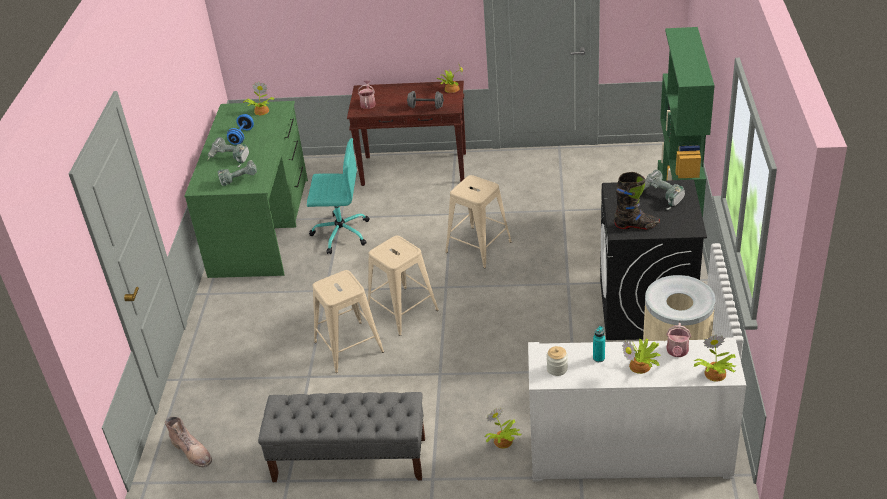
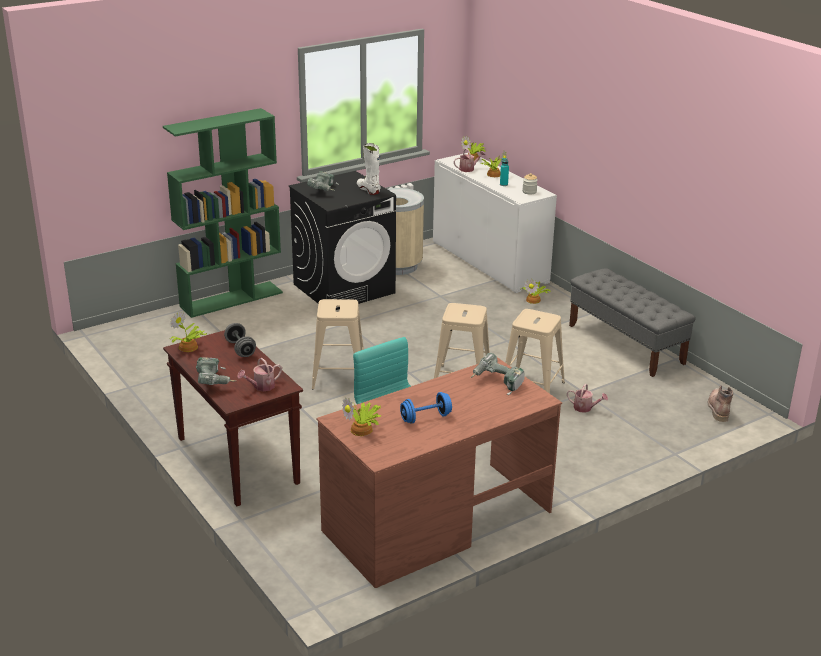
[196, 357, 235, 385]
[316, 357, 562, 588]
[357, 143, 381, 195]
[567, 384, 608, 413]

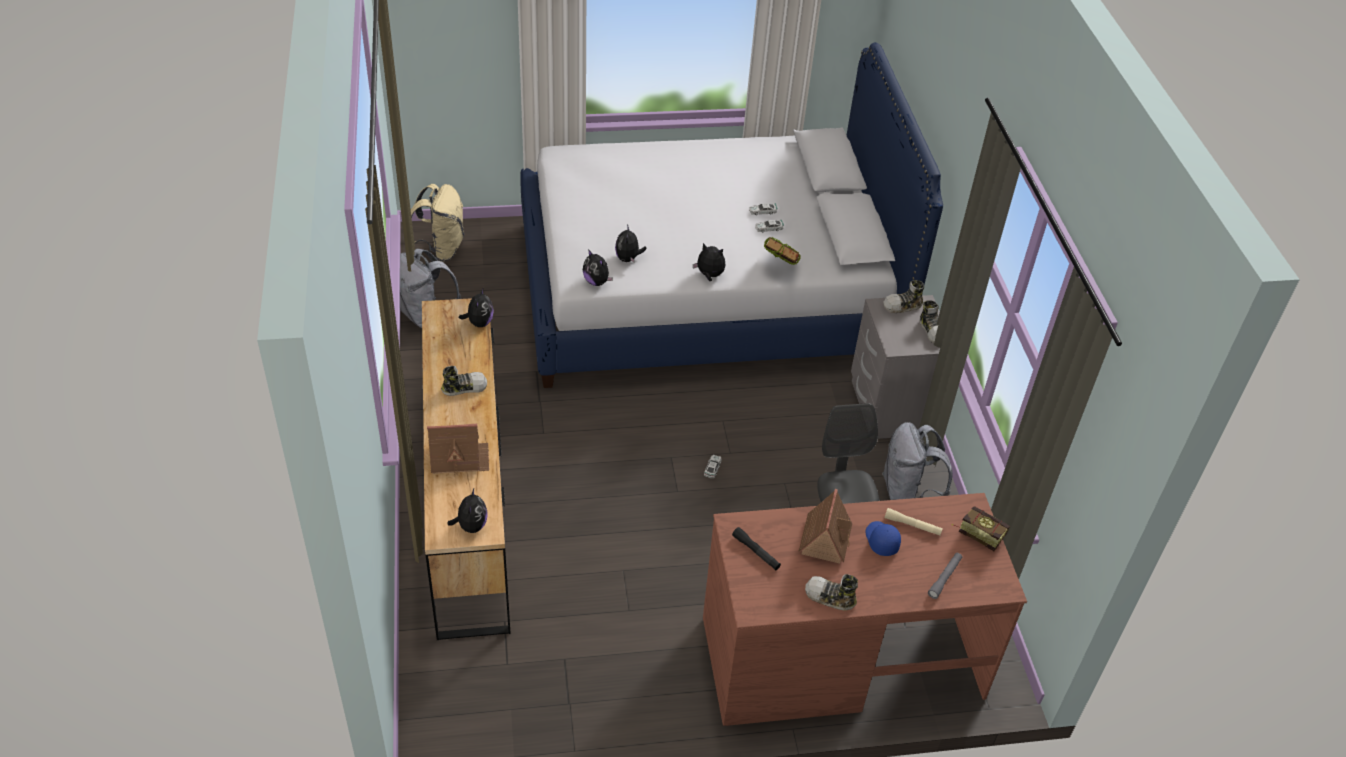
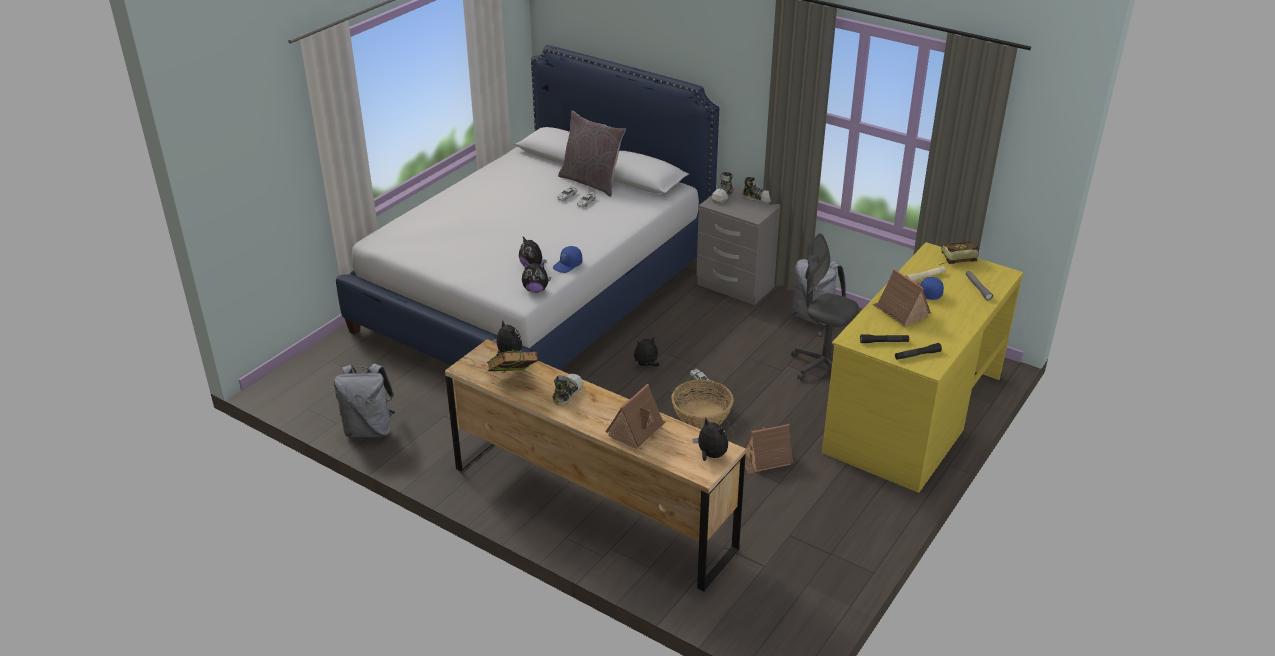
[487, 350, 538, 373]
[553, 246, 582, 273]
[558, 111, 626, 197]
[634, 336, 659, 367]
[671, 380, 734, 429]
[744, 424, 793, 474]
[822, 242, 1023, 493]
[895, 343, 942, 360]
[411, 184, 464, 262] (first image)
[805, 574, 858, 611] (first image)

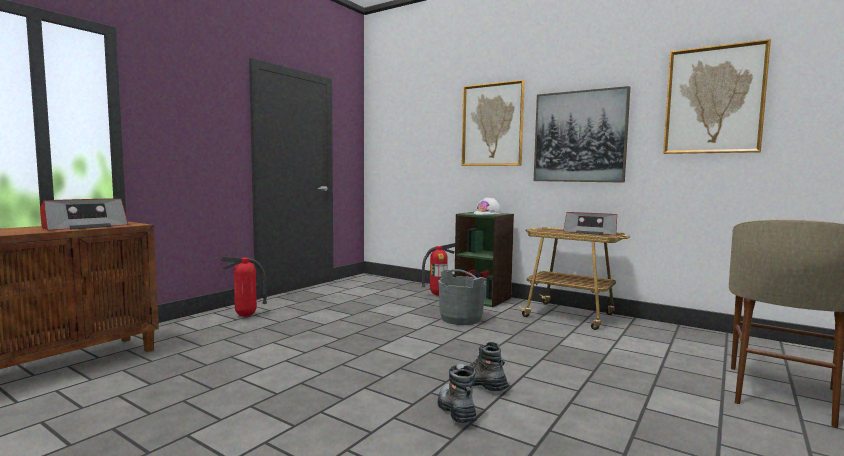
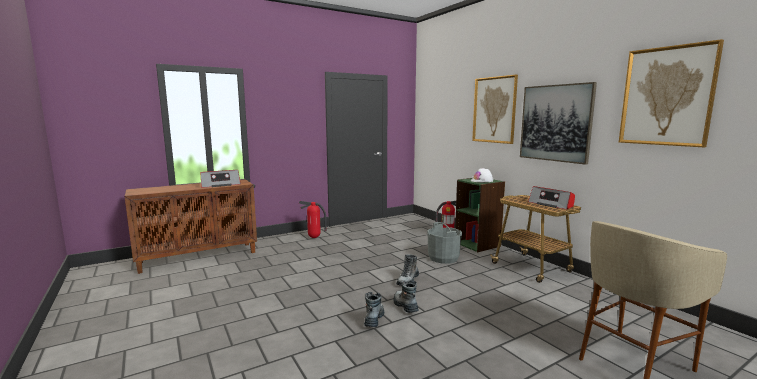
[396, 254, 419, 286]

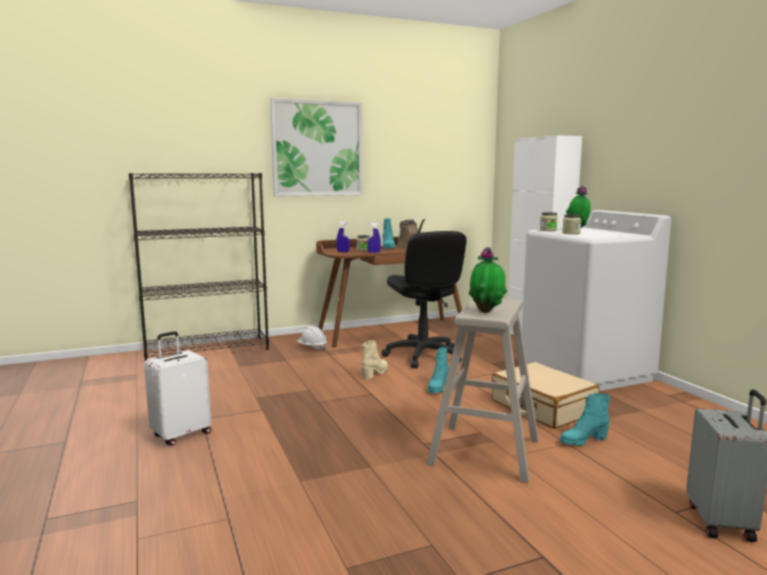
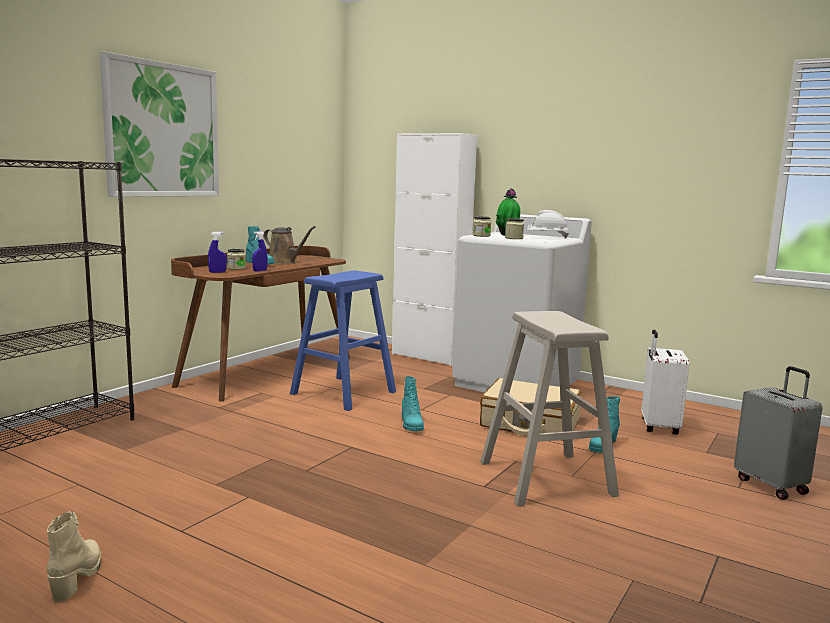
[47, 511, 101, 602]
[290, 271, 396, 411]
[527, 210, 569, 239]
[642, 329, 689, 435]
[469, 247, 507, 313] (first image)

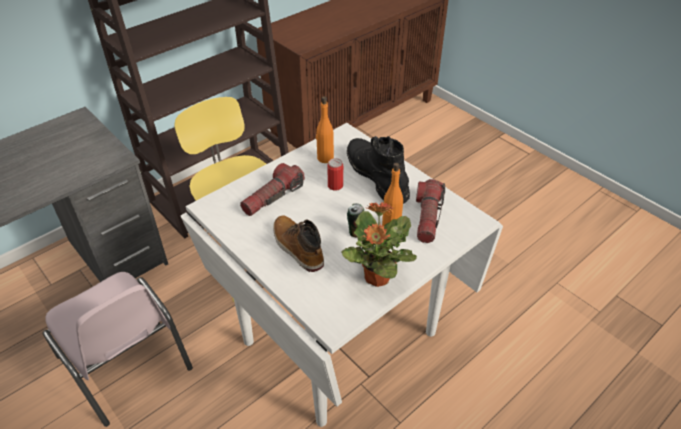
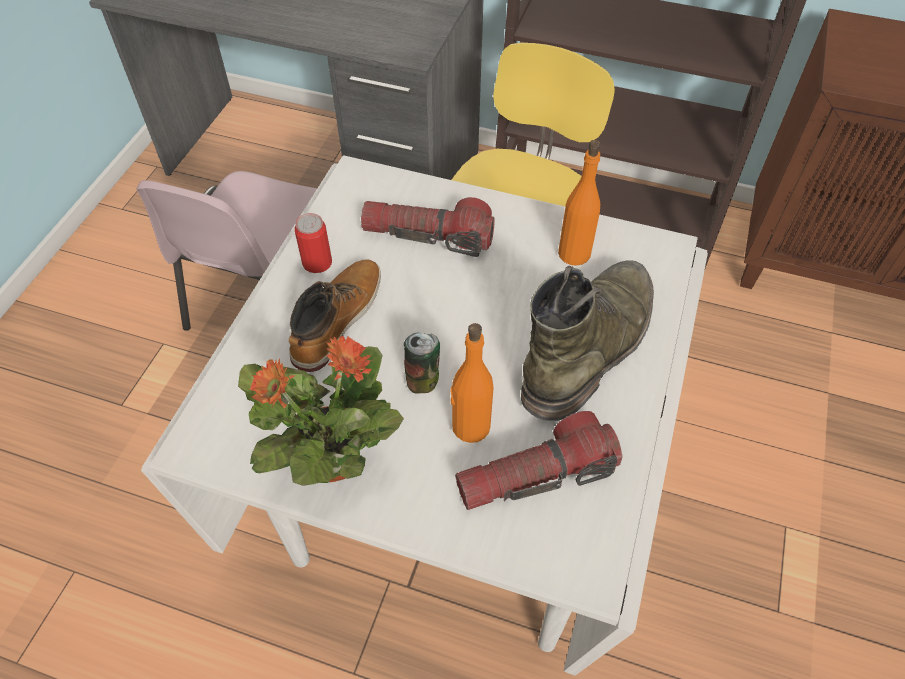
[295, 213, 332, 273]
[521, 260, 654, 421]

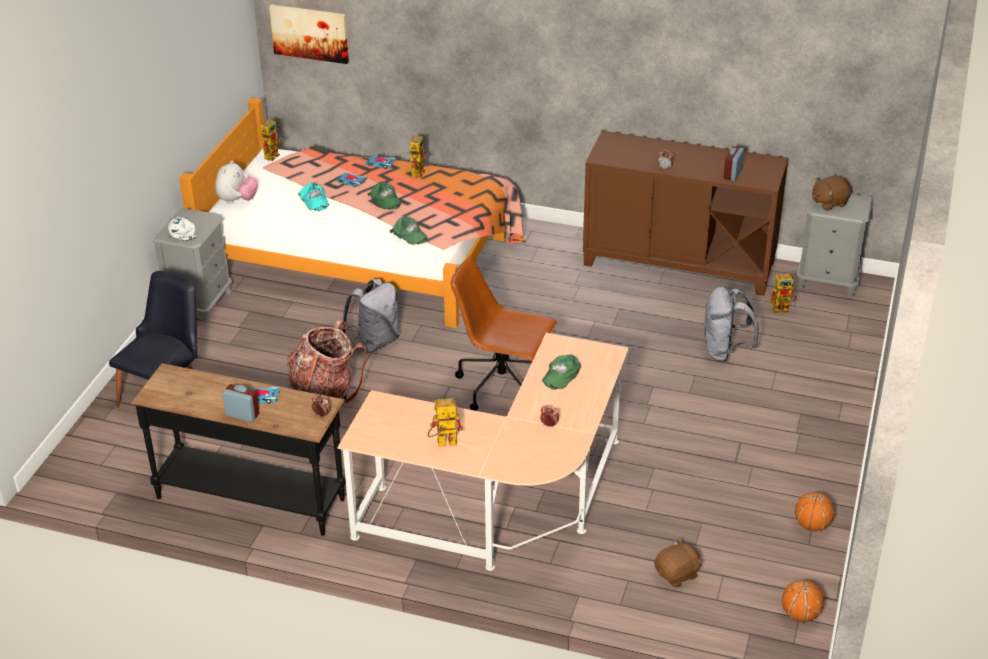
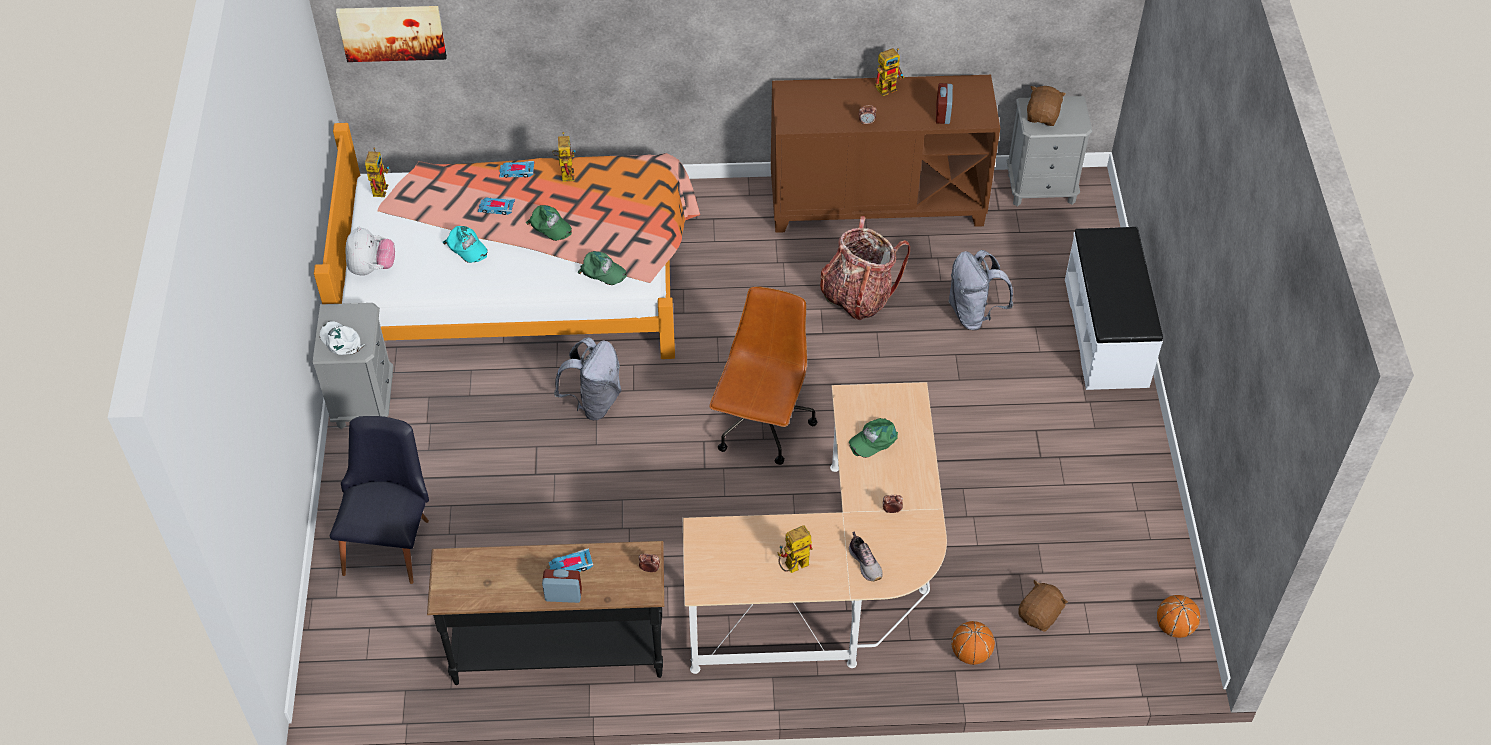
[709, 287, 818, 465]
[820, 216, 910, 321]
[849, 418, 898, 458]
[849, 532, 883, 581]
[875, 48, 904, 96]
[951, 621, 995, 665]
[1027, 86, 1066, 126]
[1065, 227, 1163, 390]

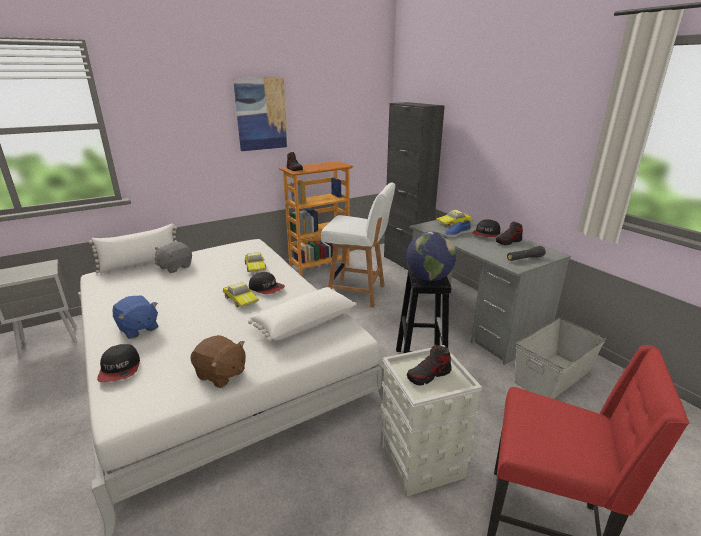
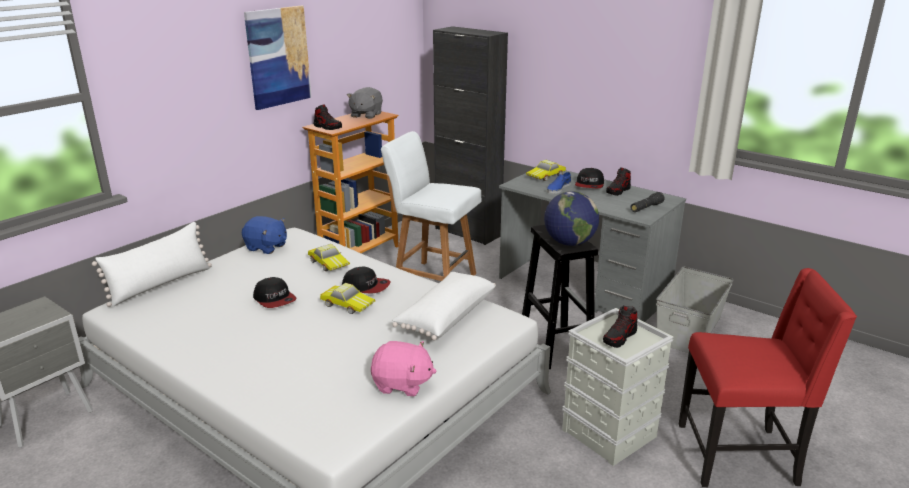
[242, 216, 287, 254]
[253, 277, 296, 308]
[347, 87, 383, 119]
[371, 341, 436, 396]
[381, 131, 482, 281]

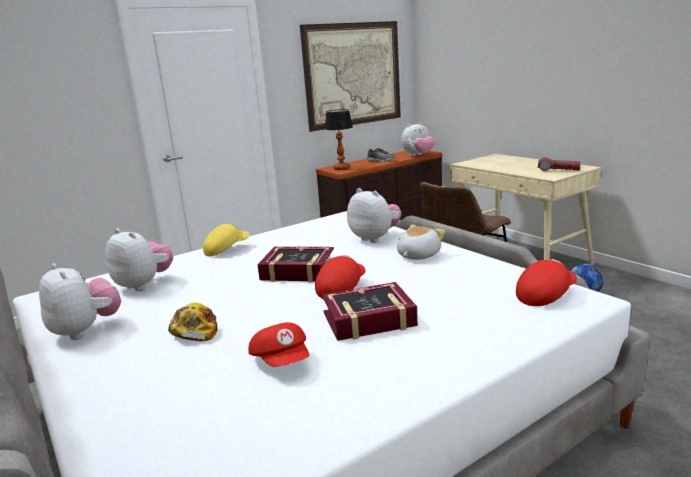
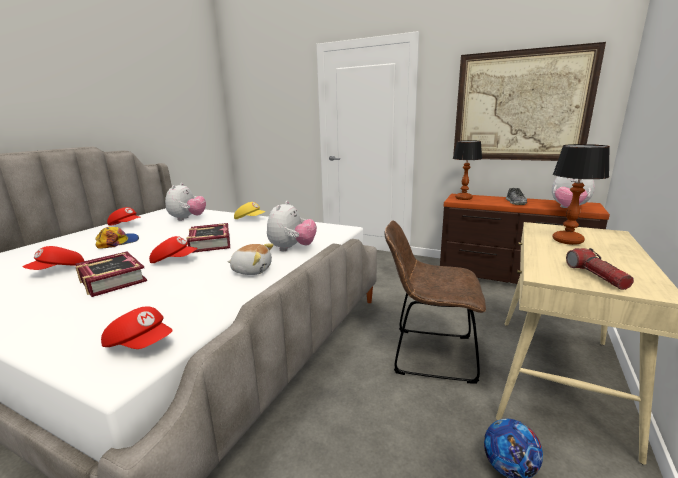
[107, 207, 140, 226]
[552, 144, 610, 245]

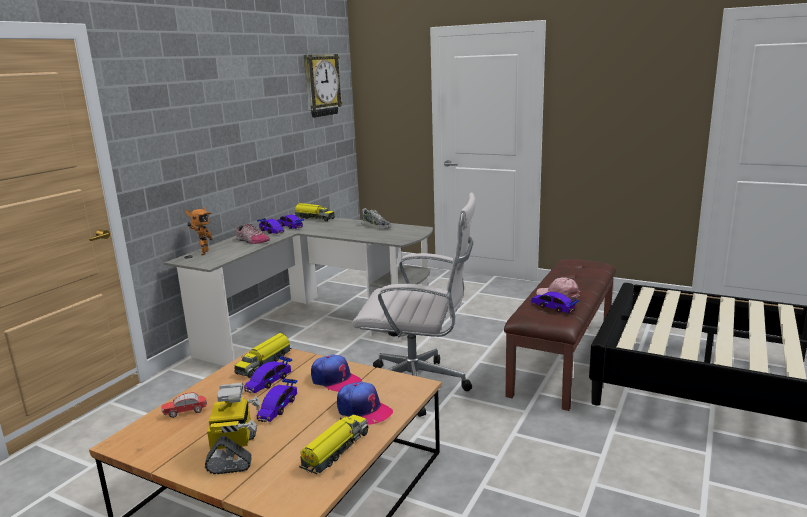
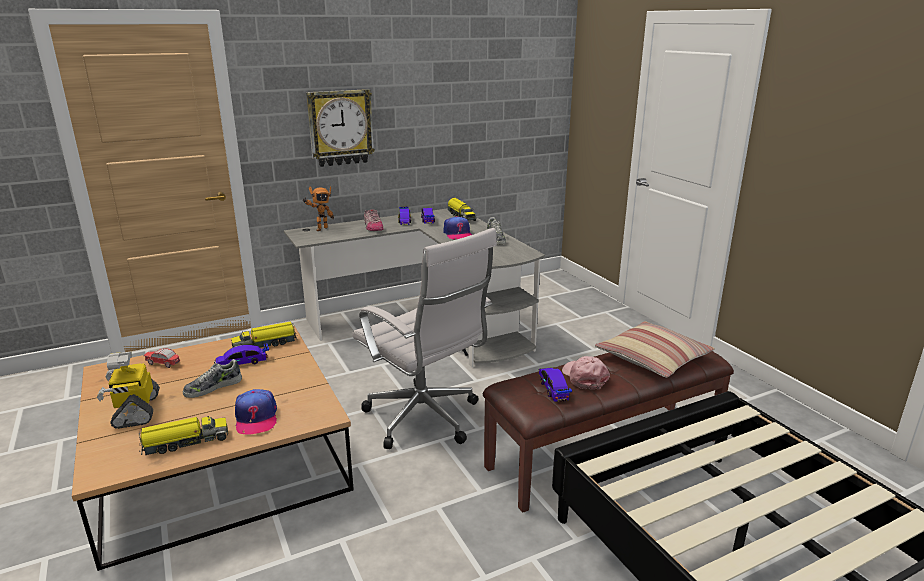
[97, 352, 160, 429]
[183, 359, 242, 398]
[306, 89, 375, 167]
[443, 216, 472, 239]
[595, 321, 715, 378]

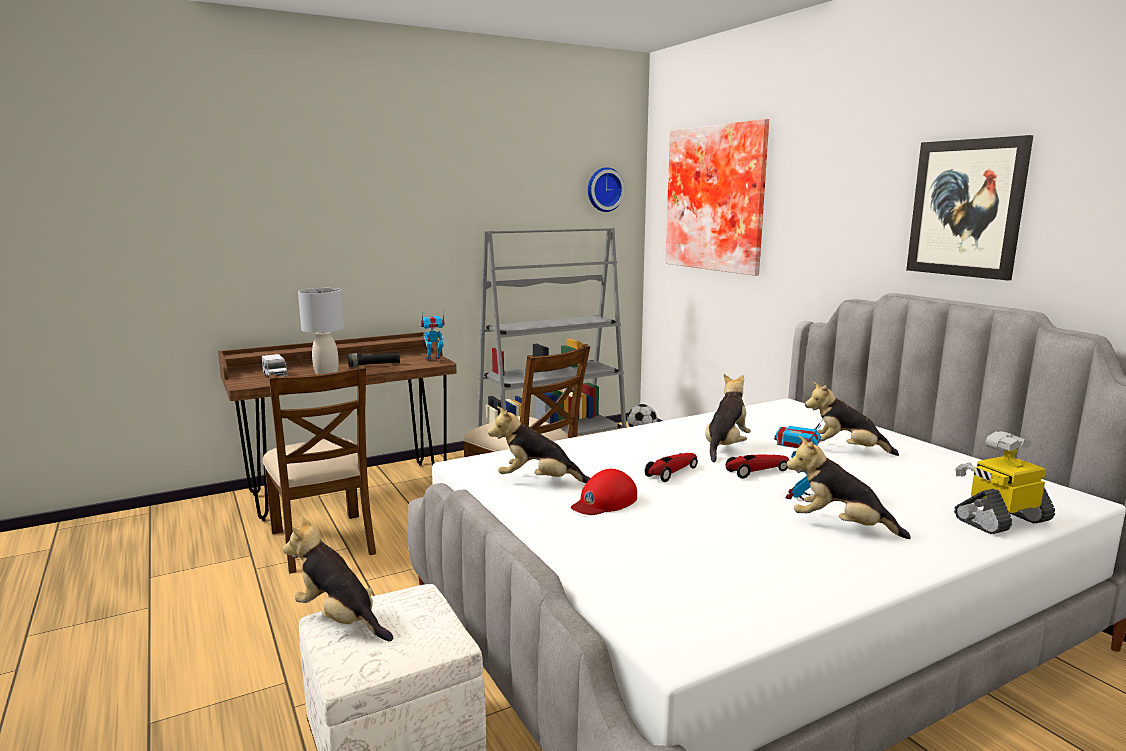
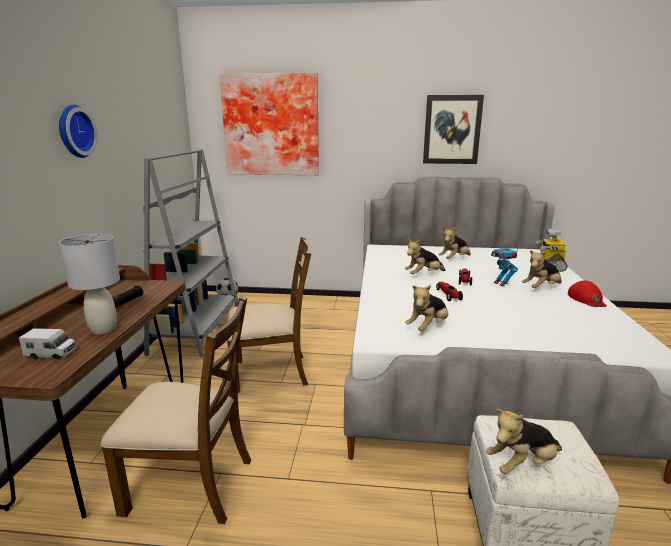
[59, 105, 98, 158]
[405, 239, 446, 274]
[568, 280, 607, 307]
[421, 310, 444, 361] (first image)

